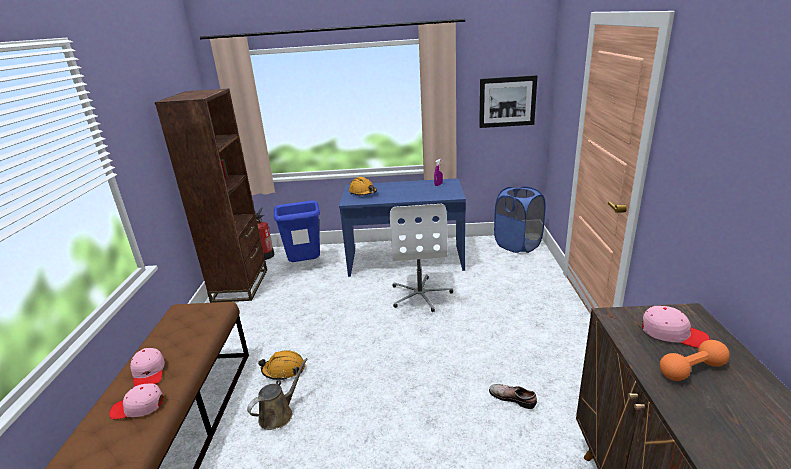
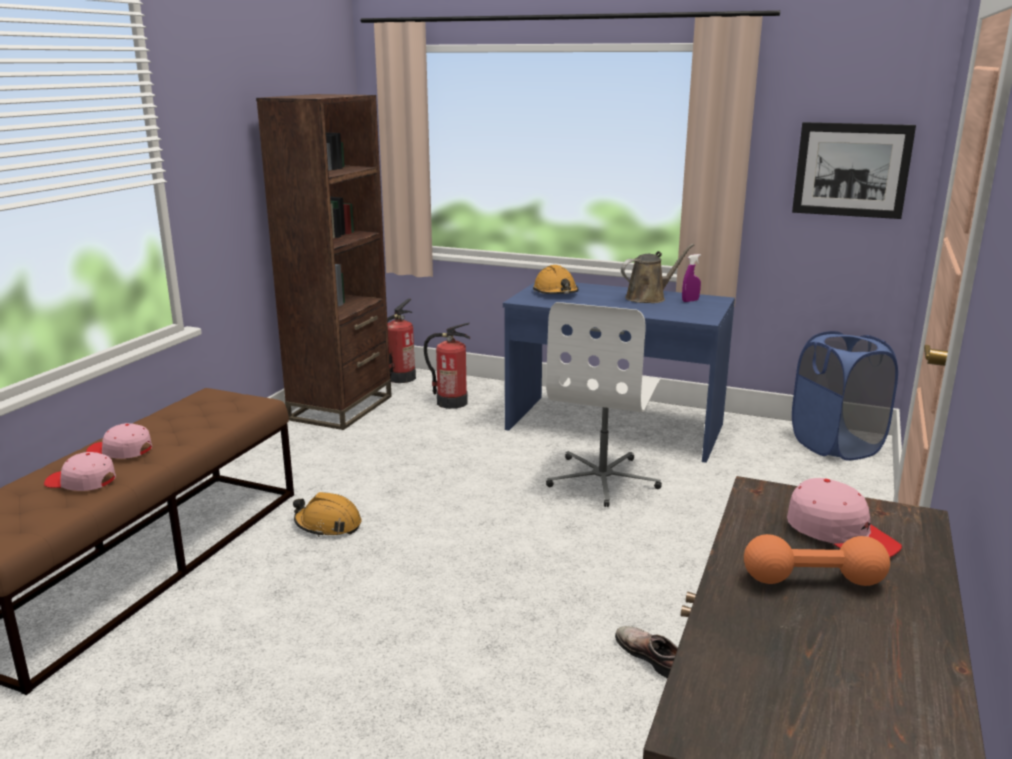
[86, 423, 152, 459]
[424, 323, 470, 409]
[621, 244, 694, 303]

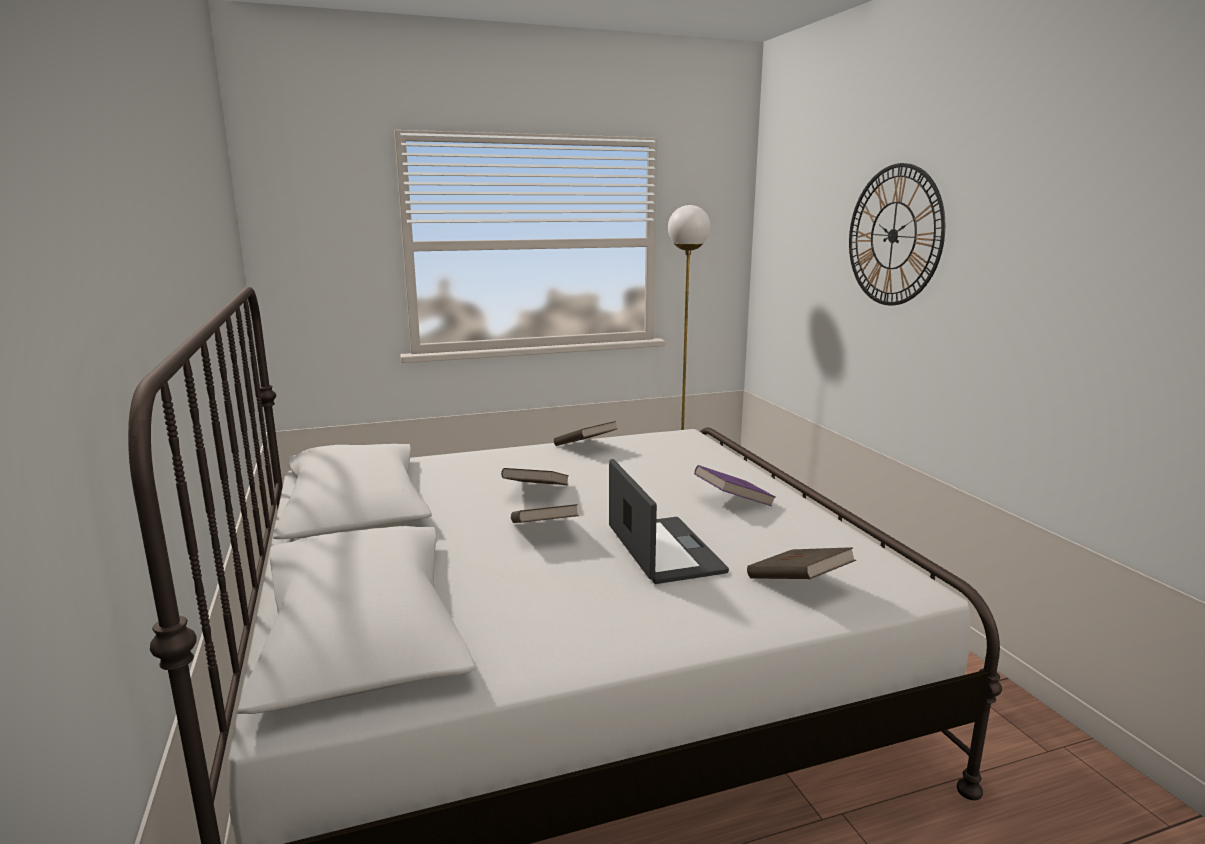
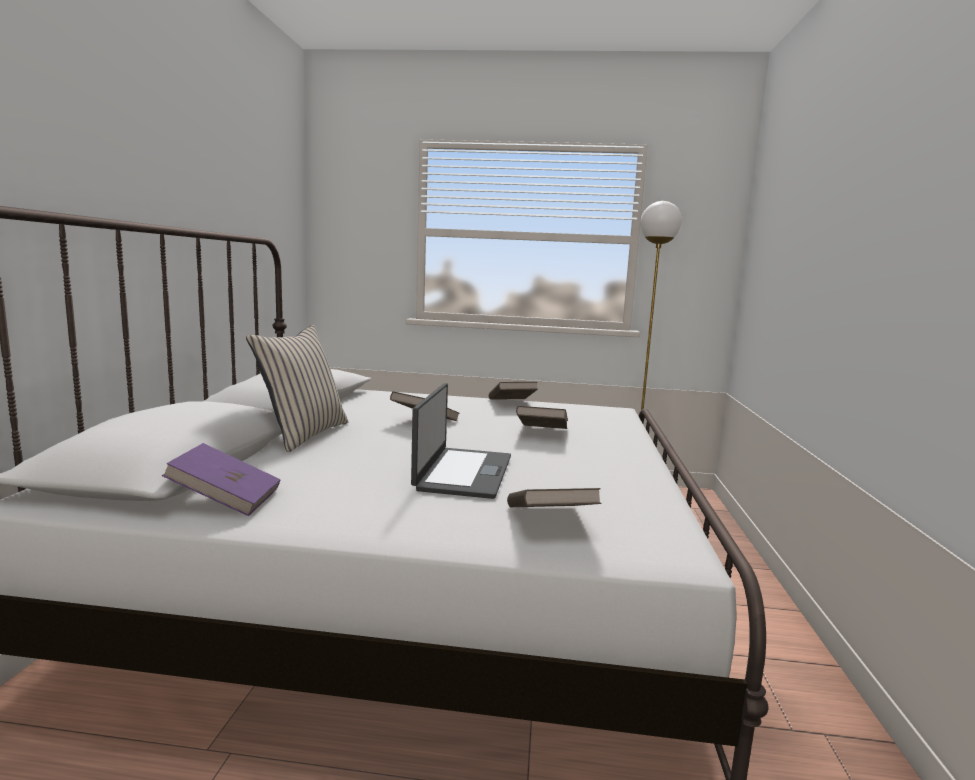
[162, 443, 281, 516]
[246, 325, 348, 452]
[516, 406, 568, 429]
[849, 163, 945, 306] (first image)

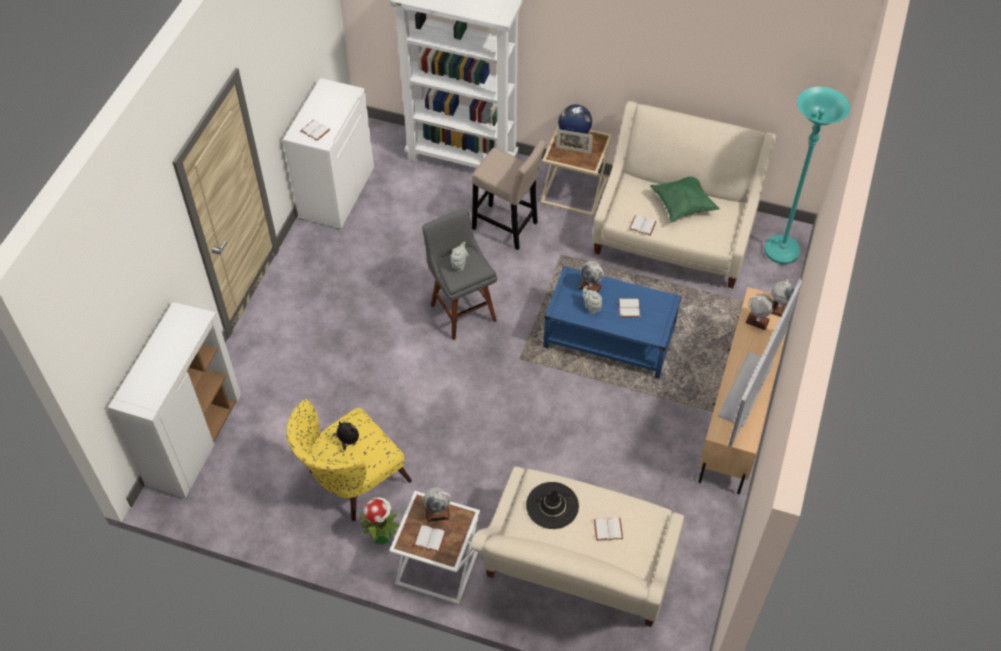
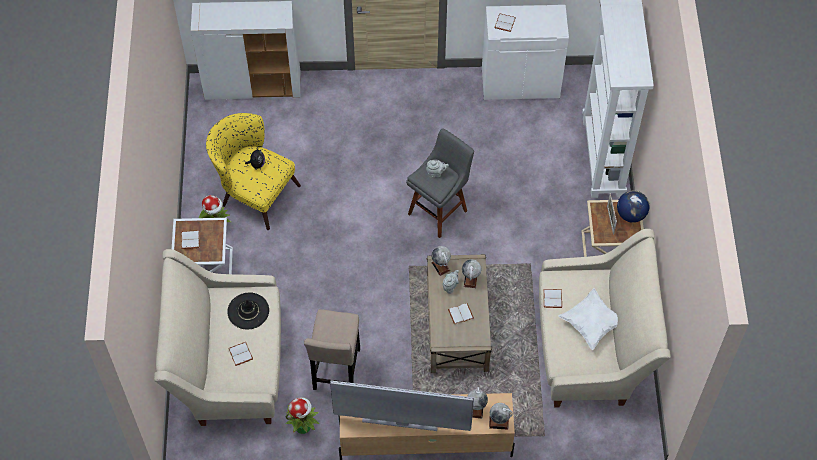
[285, 397, 319, 434]
[304, 309, 360, 390]
[427, 254, 492, 373]
[431, 246, 451, 276]
[558, 288, 618, 350]
[764, 87, 850, 264] (first image)

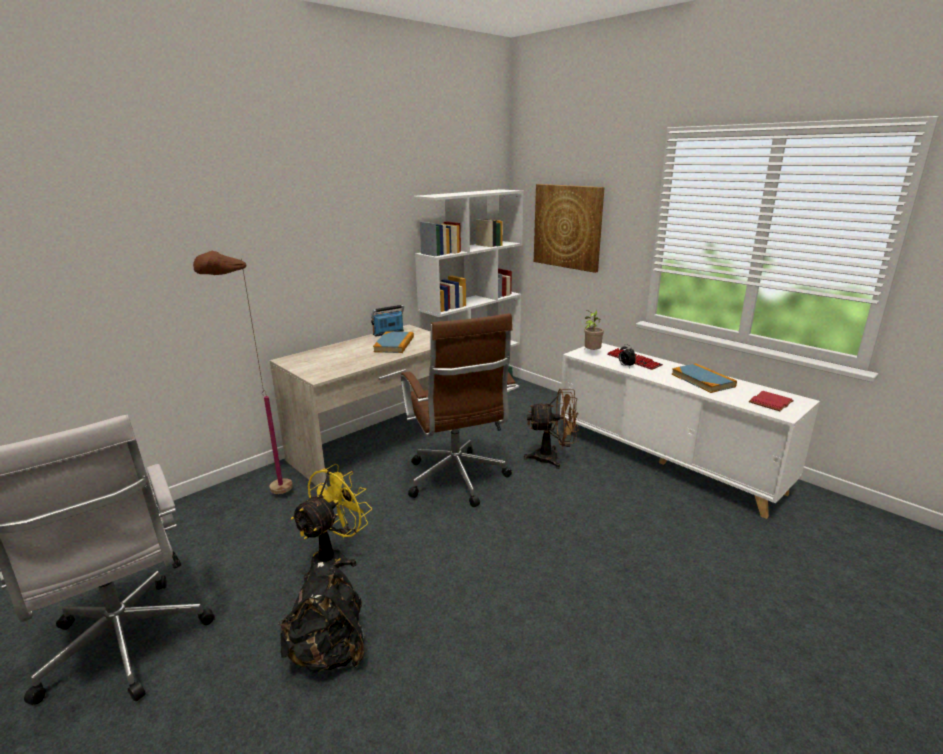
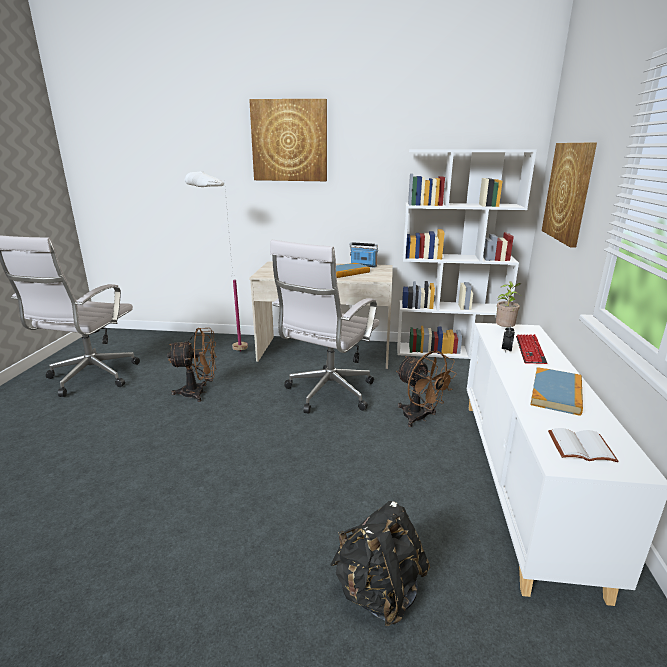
[167, 328, 217, 402]
[185, 171, 248, 352]
[249, 99, 327, 181]
[270, 240, 379, 414]
[331, 501, 430, 626]
[548, 428, 619, 462]

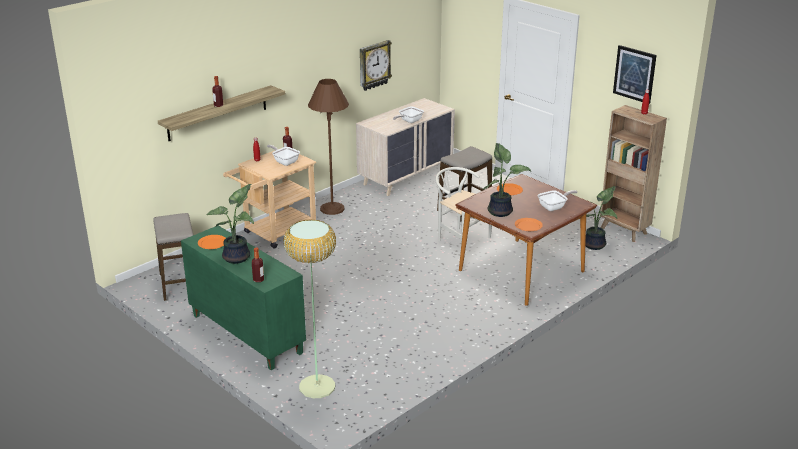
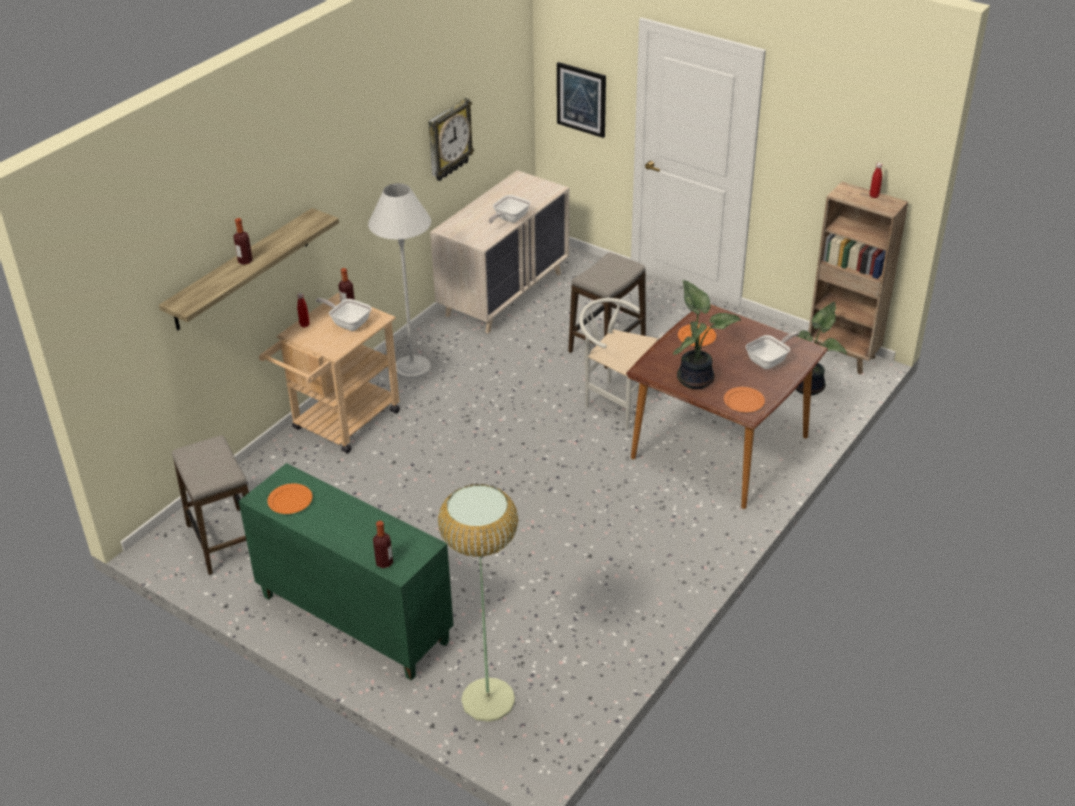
[368, 183, 431, 379]
[557, 62, 606, 138]
[207, 184, 254, 264] (first image)

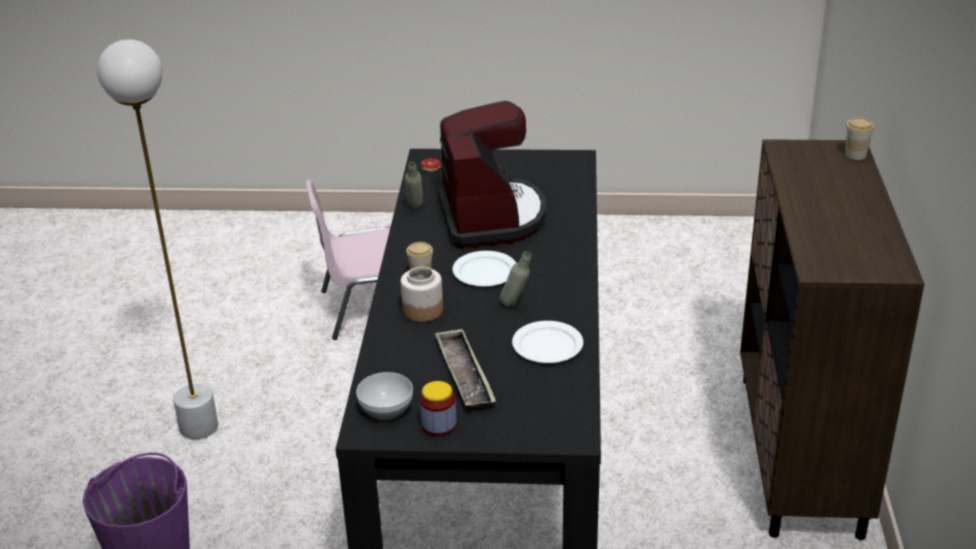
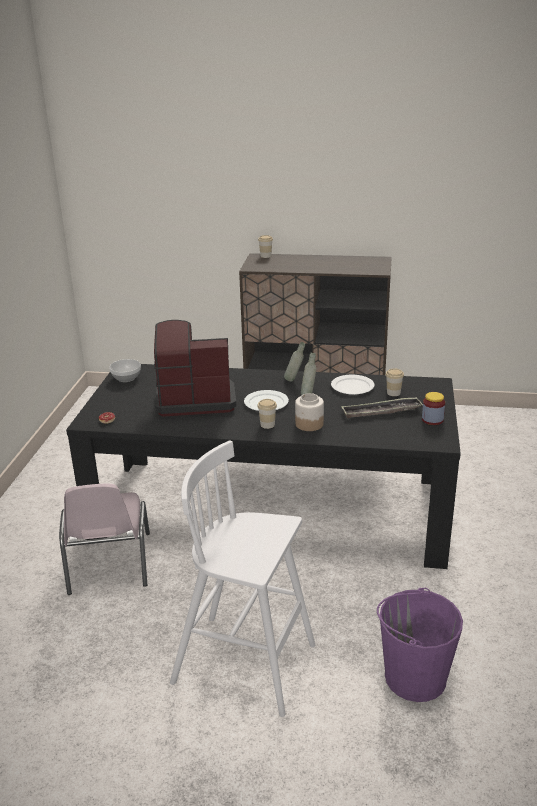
[109, 359, 141, 382]
[170, 440, 315, 717]
[284, 342, 305, 382]
[386, 368, 404, 396]

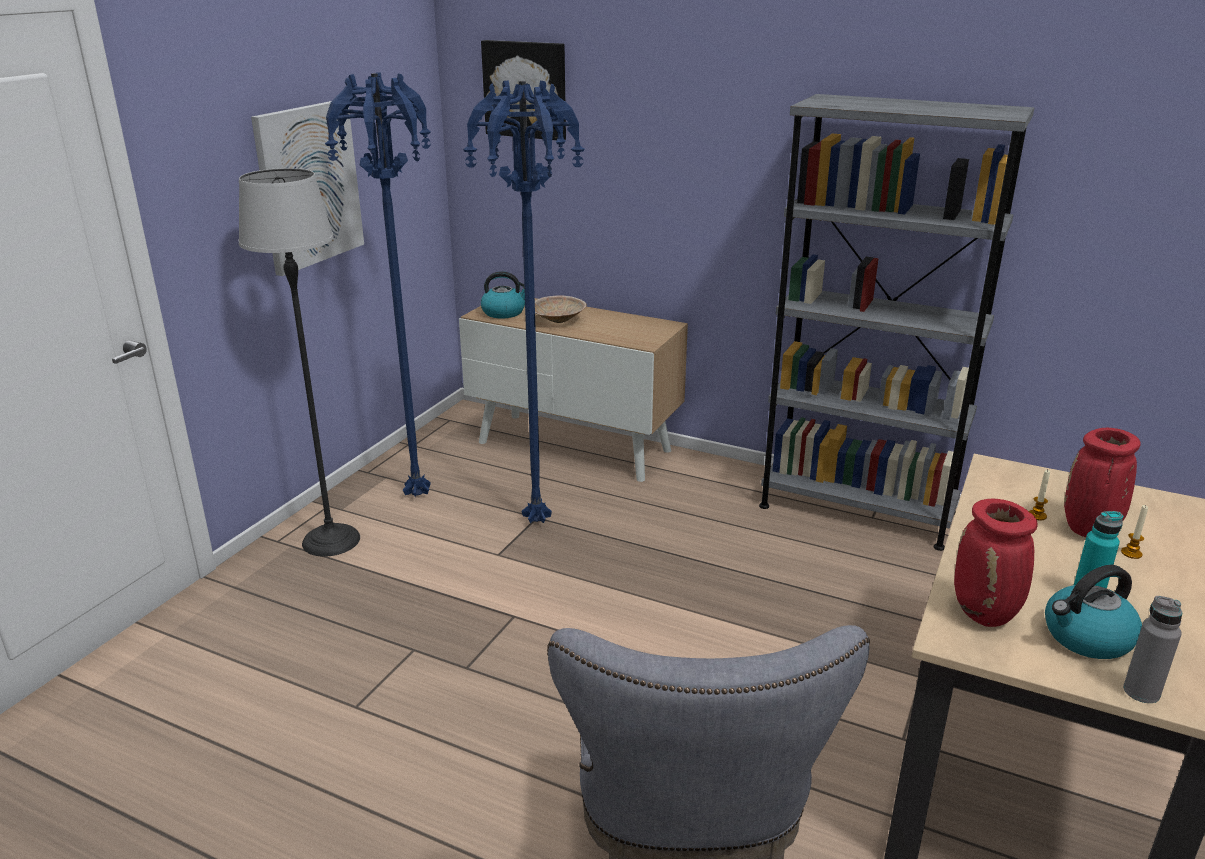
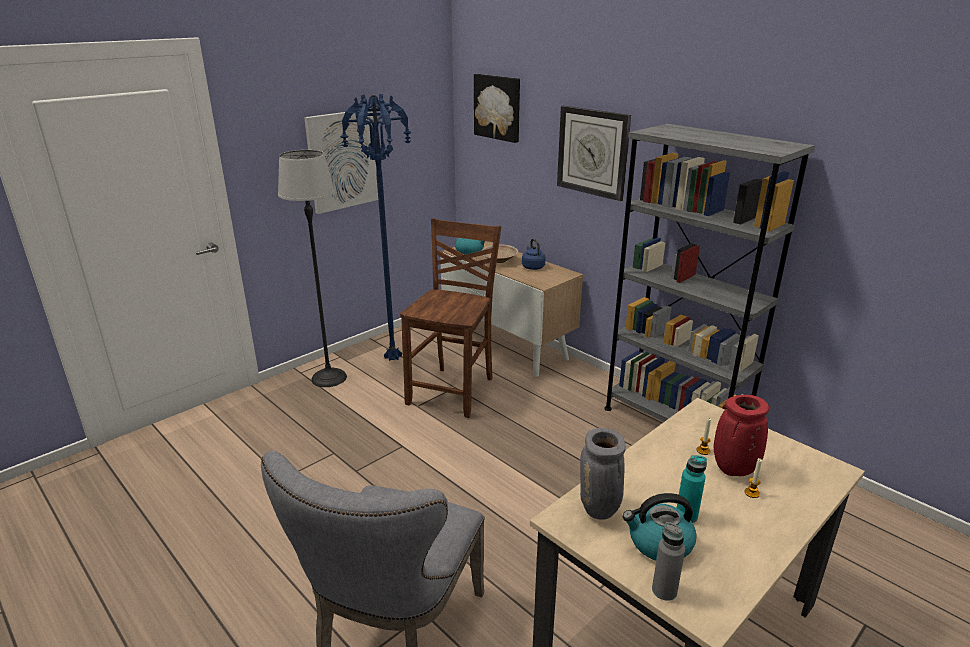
[400, 218, 501, 418]
[522, 239, 546, 270]
[557, 106, 631, 201]
[580, 428, 626, 520]

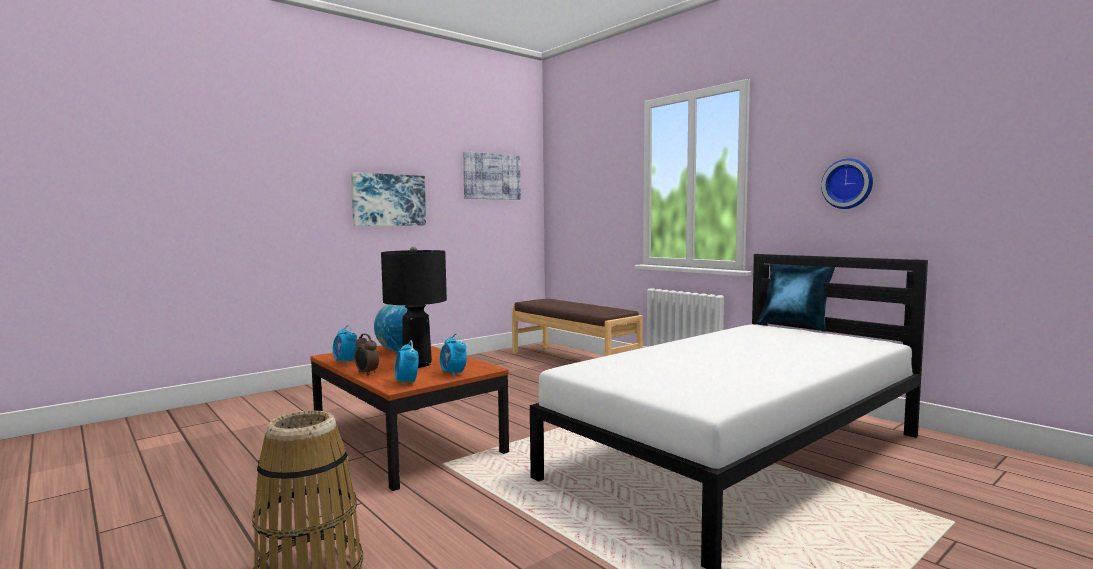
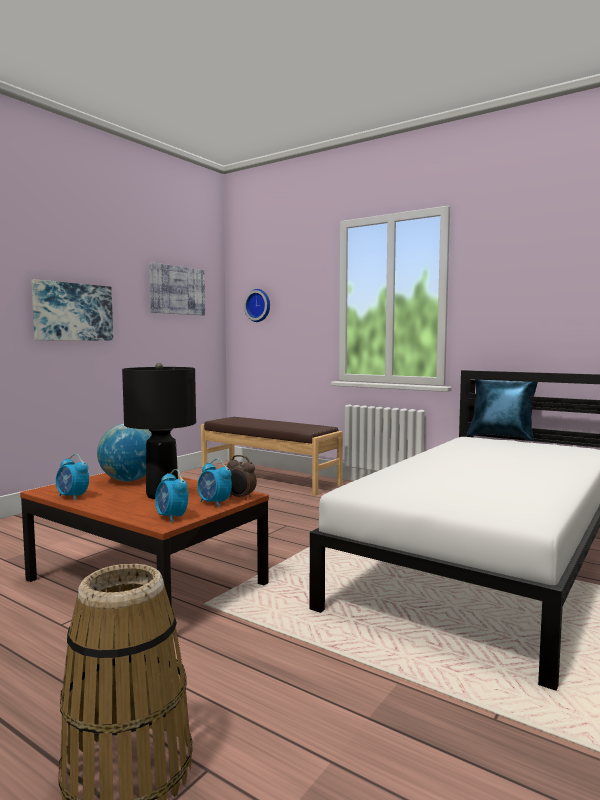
[227, 455, 257, 500]
[244, 289, 270, 322]

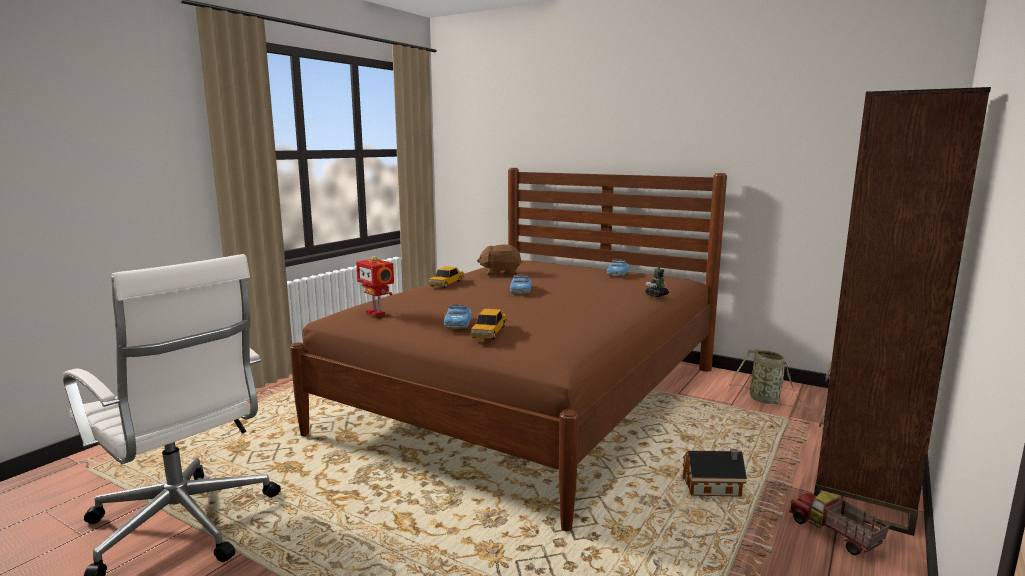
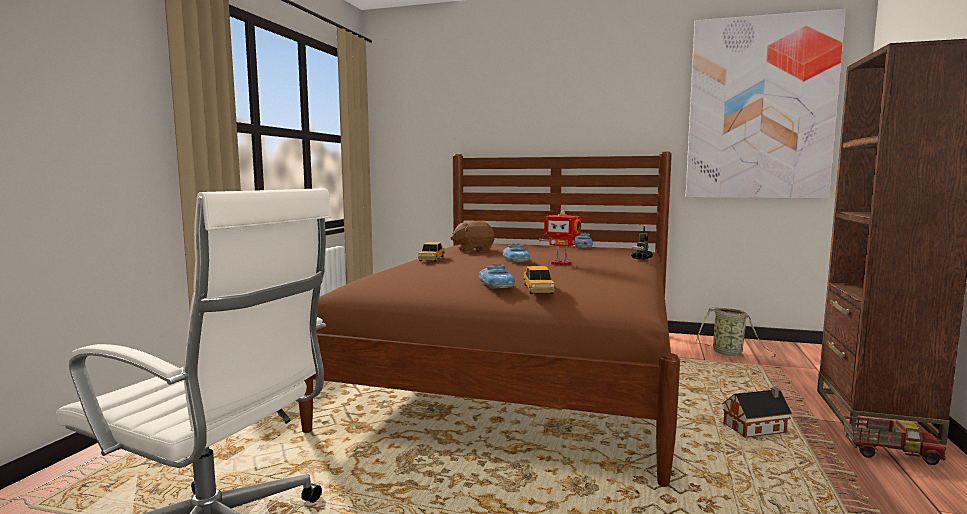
[539, 211, 587, 266]
[686, 9, 846, 199]
[843, 416, 946, 465]

